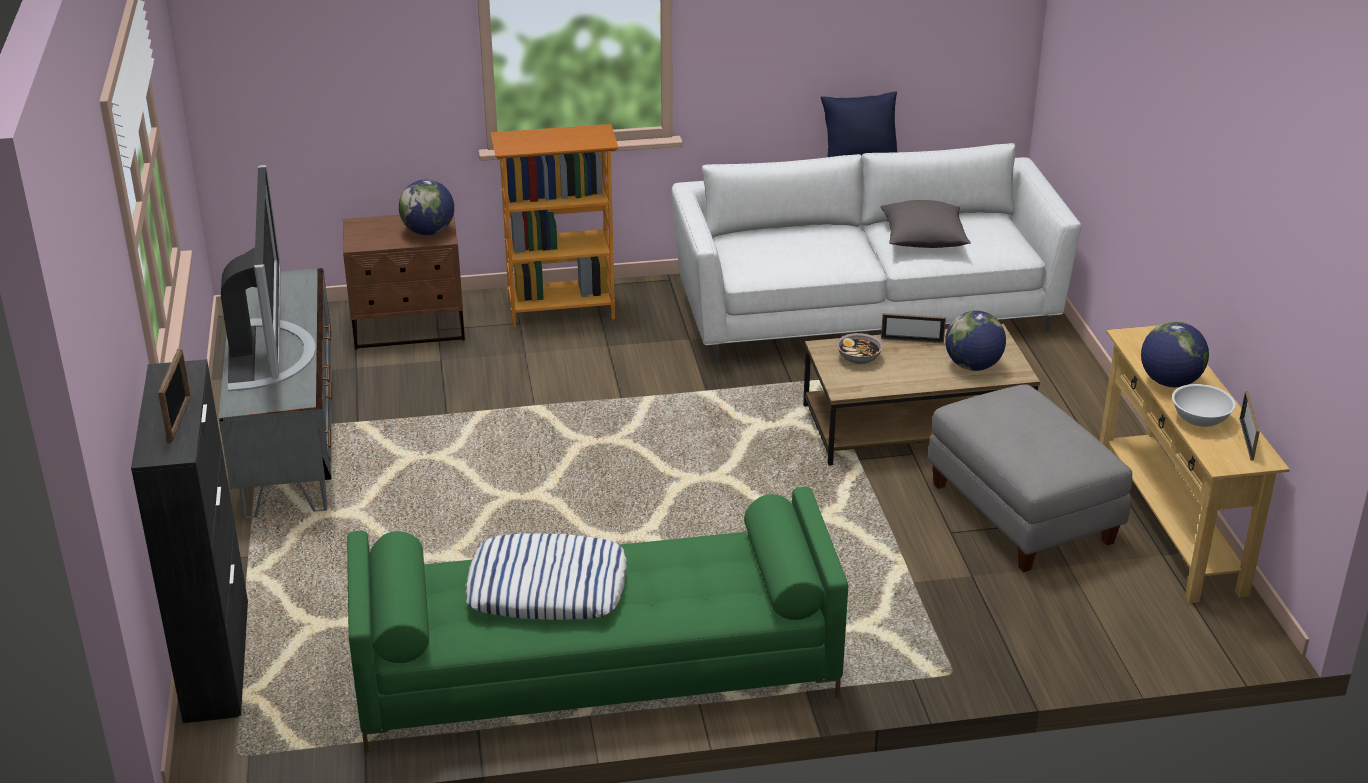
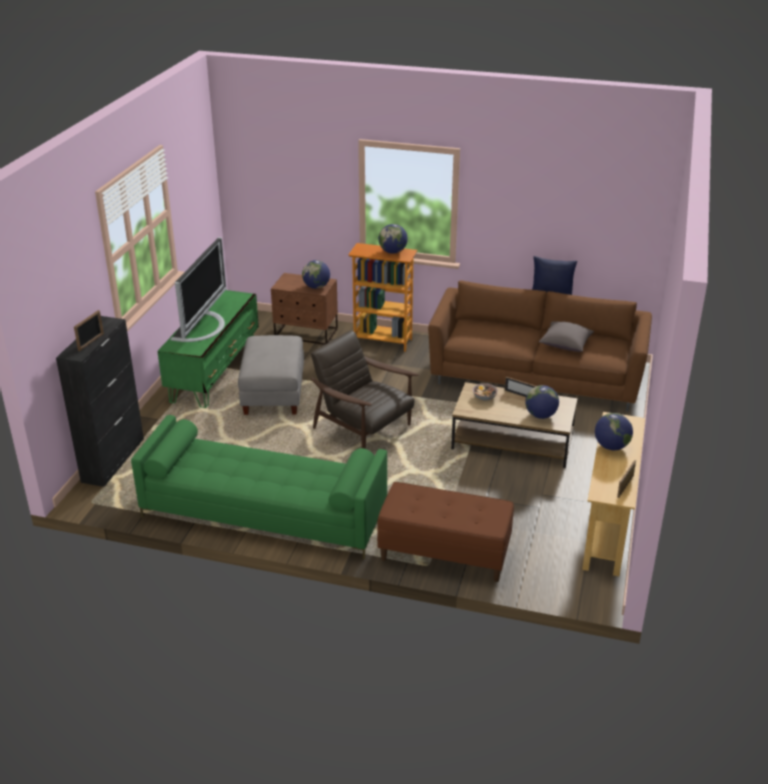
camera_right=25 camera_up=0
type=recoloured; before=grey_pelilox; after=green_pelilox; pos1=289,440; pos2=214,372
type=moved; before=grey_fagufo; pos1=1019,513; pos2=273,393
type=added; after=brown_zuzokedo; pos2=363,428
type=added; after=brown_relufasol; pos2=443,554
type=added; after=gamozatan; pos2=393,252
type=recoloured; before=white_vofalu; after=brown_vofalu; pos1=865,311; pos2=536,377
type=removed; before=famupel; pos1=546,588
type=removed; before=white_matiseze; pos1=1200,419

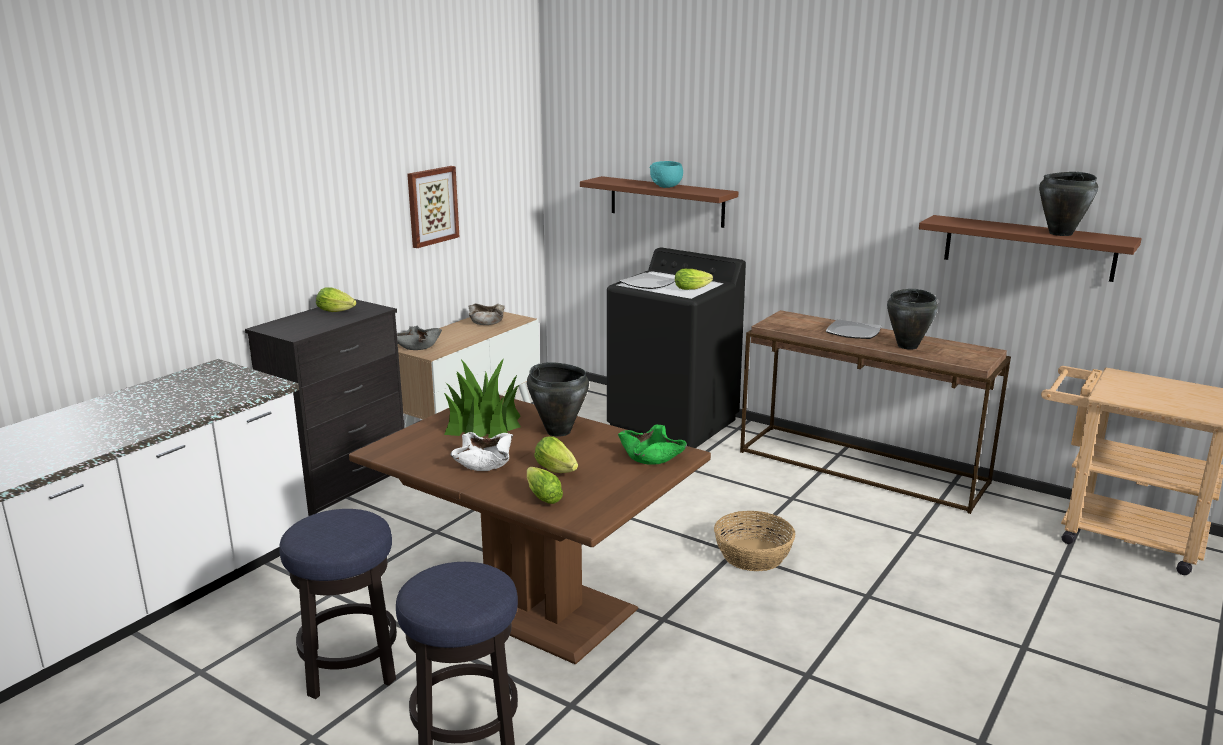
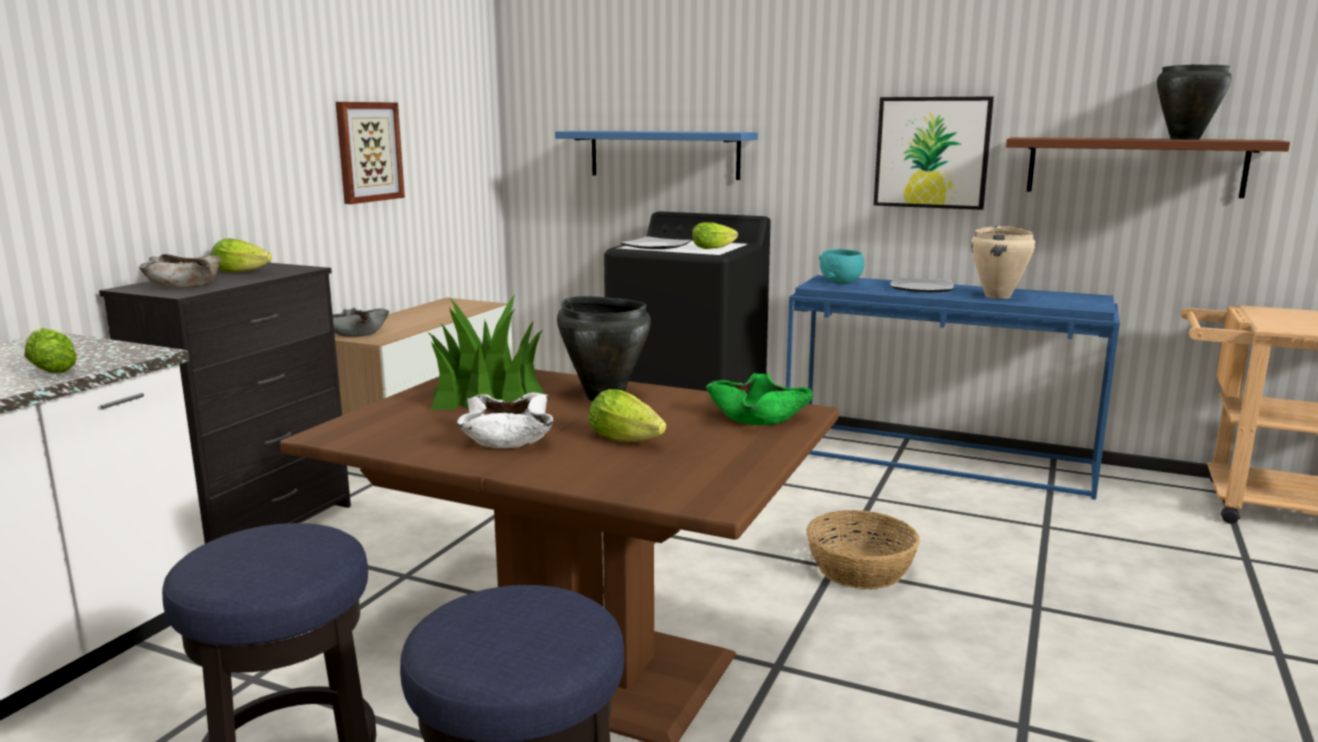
camera_right=-10 camera_up=-5
type=moved; before=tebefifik; pos1=541,495; pos2=53,369
type=moved; before=beige_matiseze; pos1=487,321; pos2=185,284
type=recoloured; before=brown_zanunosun; after=blue_zanunosun; pos1=666,201; pos2=664,154
type=recoloured; before=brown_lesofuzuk; after=blue_lesofuzuk; pos1=863,467; pos2=938,458
type=moved; before=turquoise_matiseze; pos1=667,186; pos2=841,282
type=added; after=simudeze; pos2=932,152
type=recoloured; before=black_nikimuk; after=beige_nikimuk; pos1=908,346; pos2=998,296

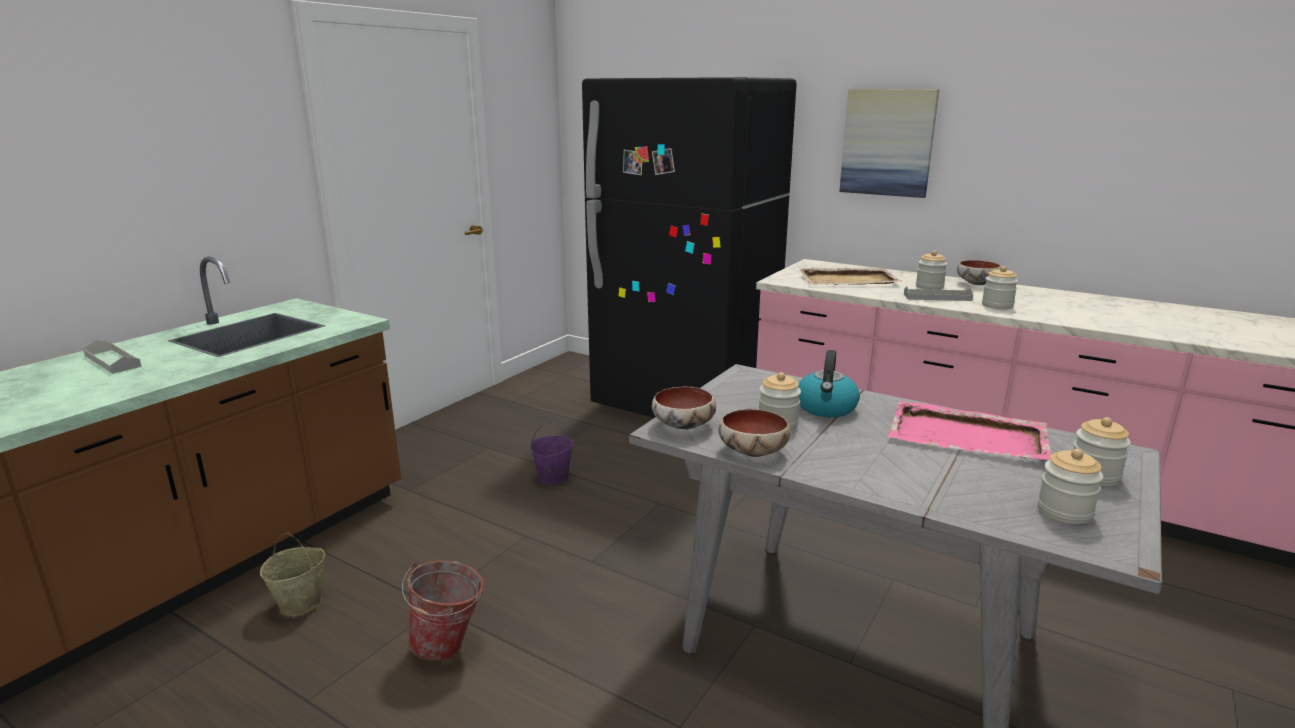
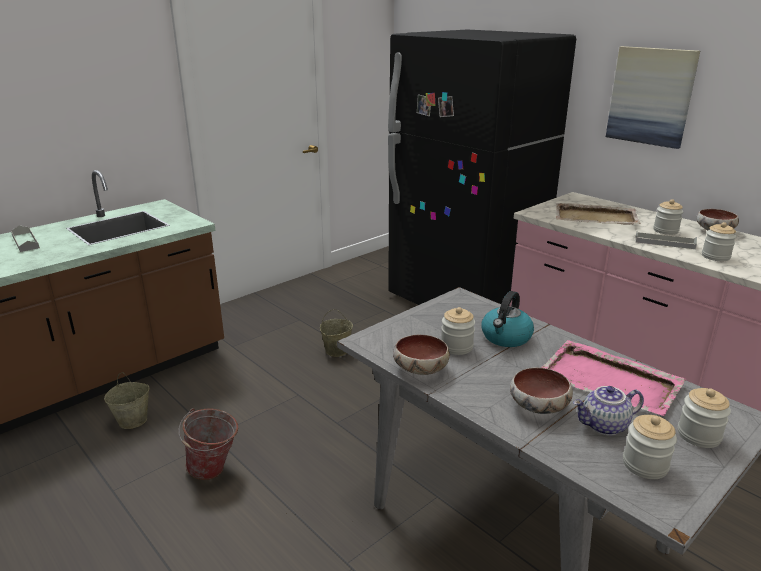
camera_right=15 camera_up=5
type=recoloured; before=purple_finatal; after=beige_finatal; pos1=552,477; pos2=336,351
type=moved; before=matiseze; pos1=683,426; pos2=538,407
type=added; after=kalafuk; pos2=604,426

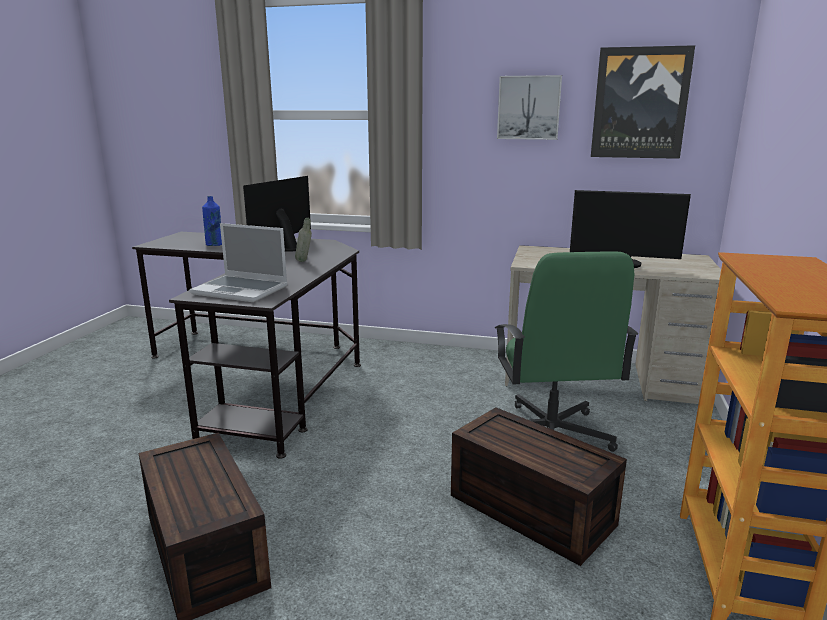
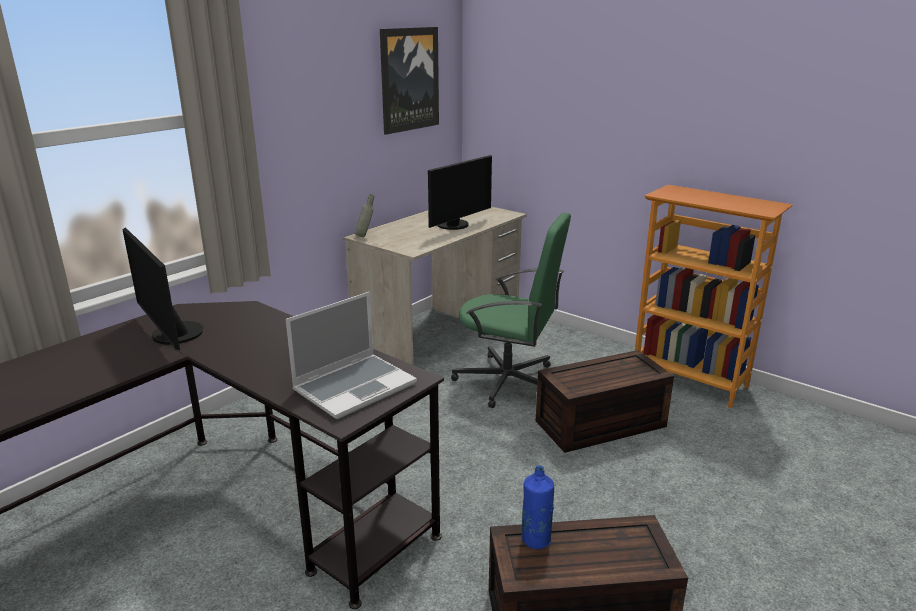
camera_right=-65 camera_up=5
type=moved; before=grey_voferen; pos1=304,262; pos2=365,236
type=moved; before=blue_voferen; pos1=214,245; pos2=536,540
type=removed; before=simudeze; pos1=529,107

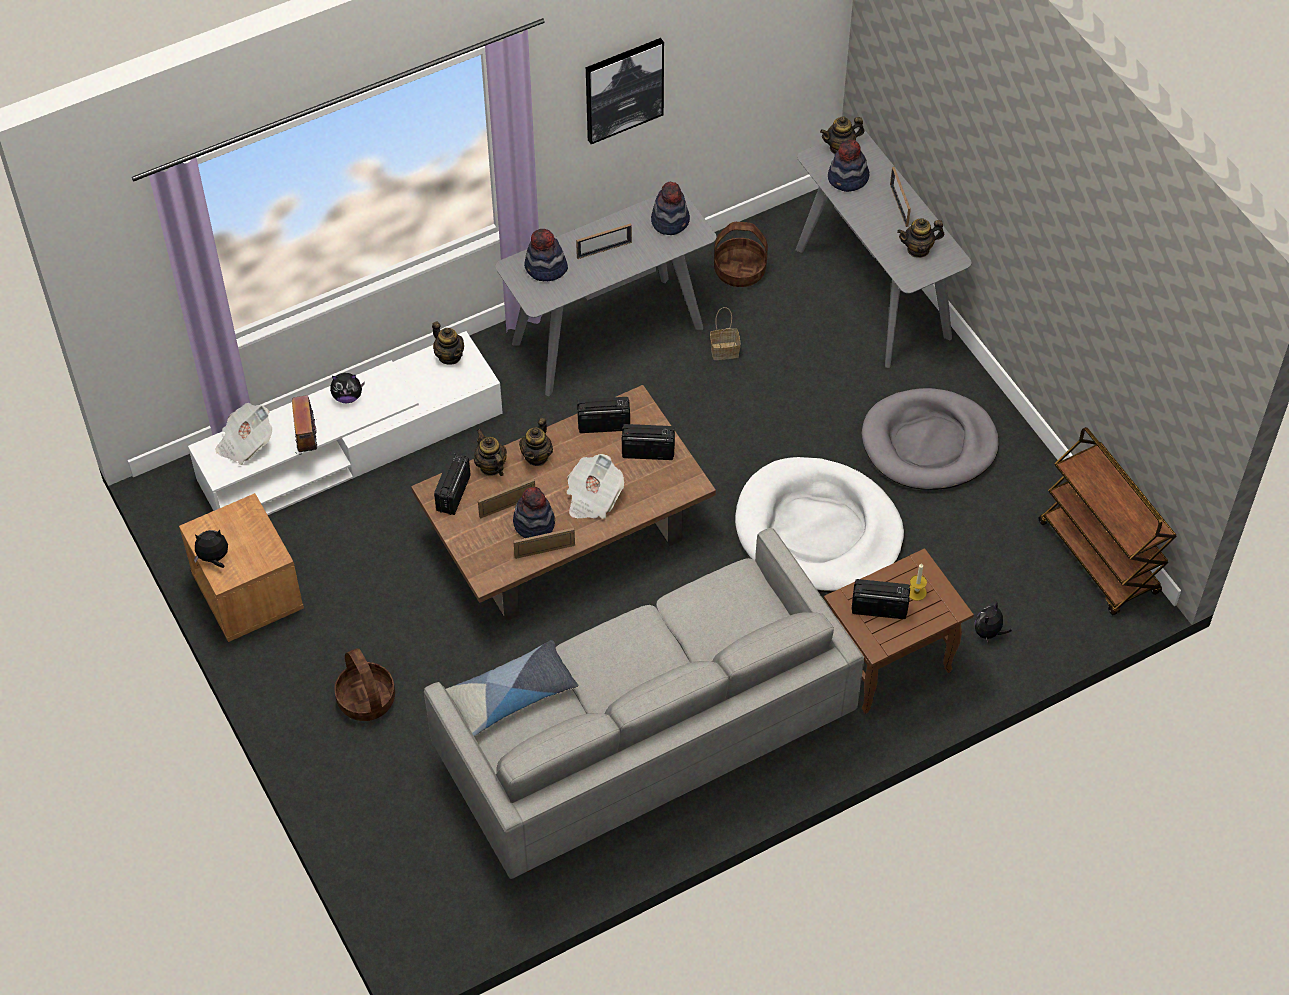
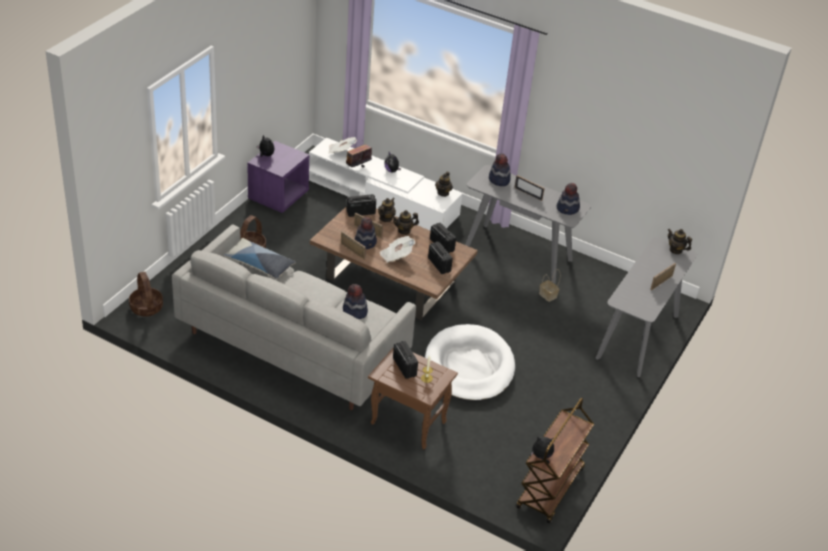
camera_right=55 camera_up=-15
type=moved; before=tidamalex; pos1=740,270; pos2=146,307
type=recoloured; before=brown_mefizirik; after=purple_mefizirik; pos1=247,594; pos2=278,196
type=moved; before=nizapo; pos1=848,179; pos2=354,311
type=moved; before=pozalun; pos1=989,633; pos2=541,457
type=removed; before=simudeze; pos1=623,89
type=removed; before=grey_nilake; pos1=929,443
type=removed; before=kalafuk; pos1=918,249

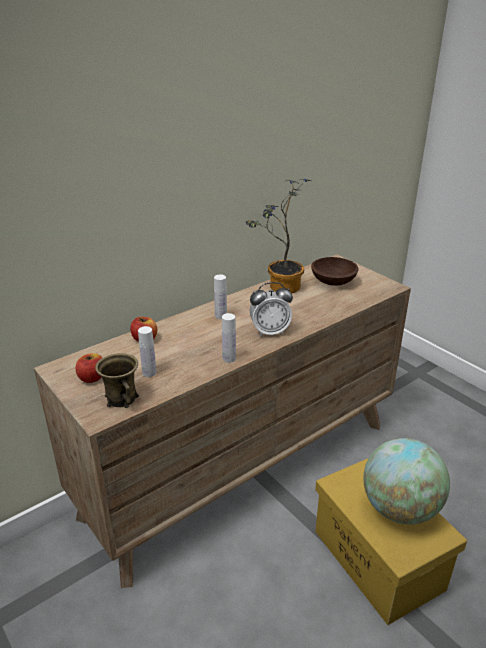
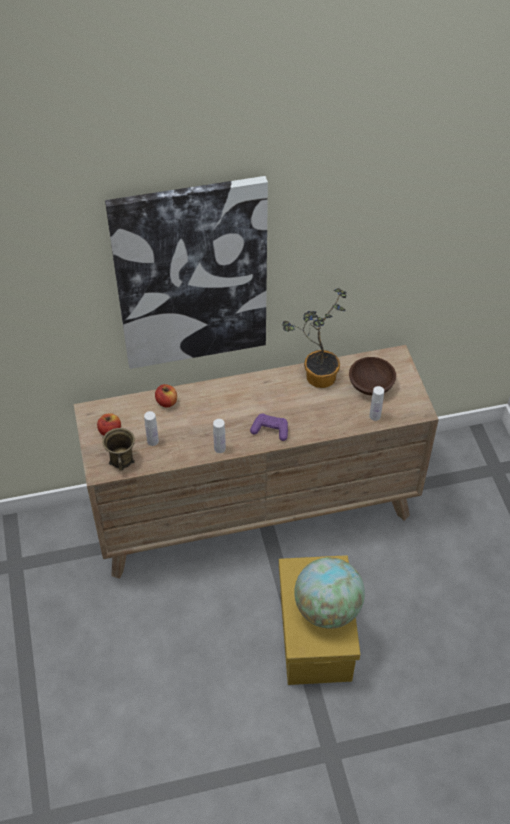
camera_right=25 camera_up=20
type=added; after=simudeze; pos2=191,275
type=replaced; before=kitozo; after=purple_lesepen; pos1=270,332; pos2=270,430
type=moved; before=white_voferen; pos1=220,316; pos2=375,416

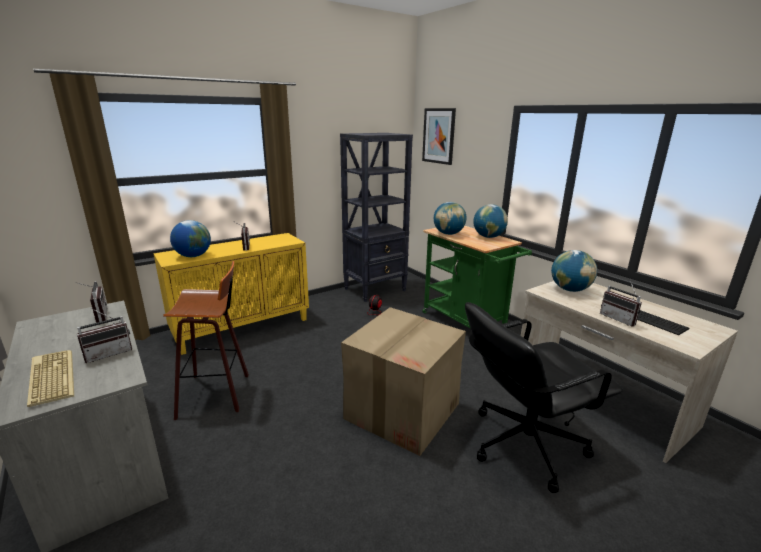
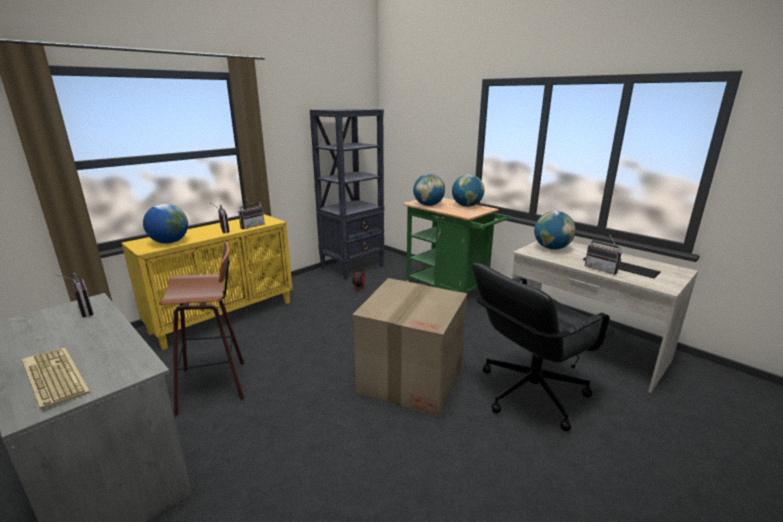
camera_right=-10 camera_up=0
type=moved; before=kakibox; pos1=109,353; pos2=251,226
type=removed; before=simudeze; pos1=439,136

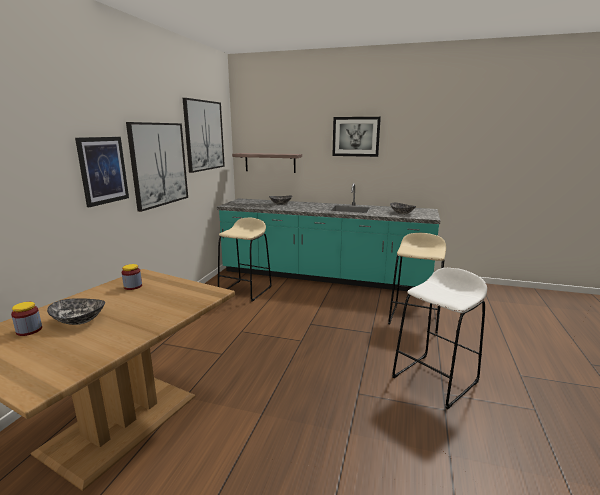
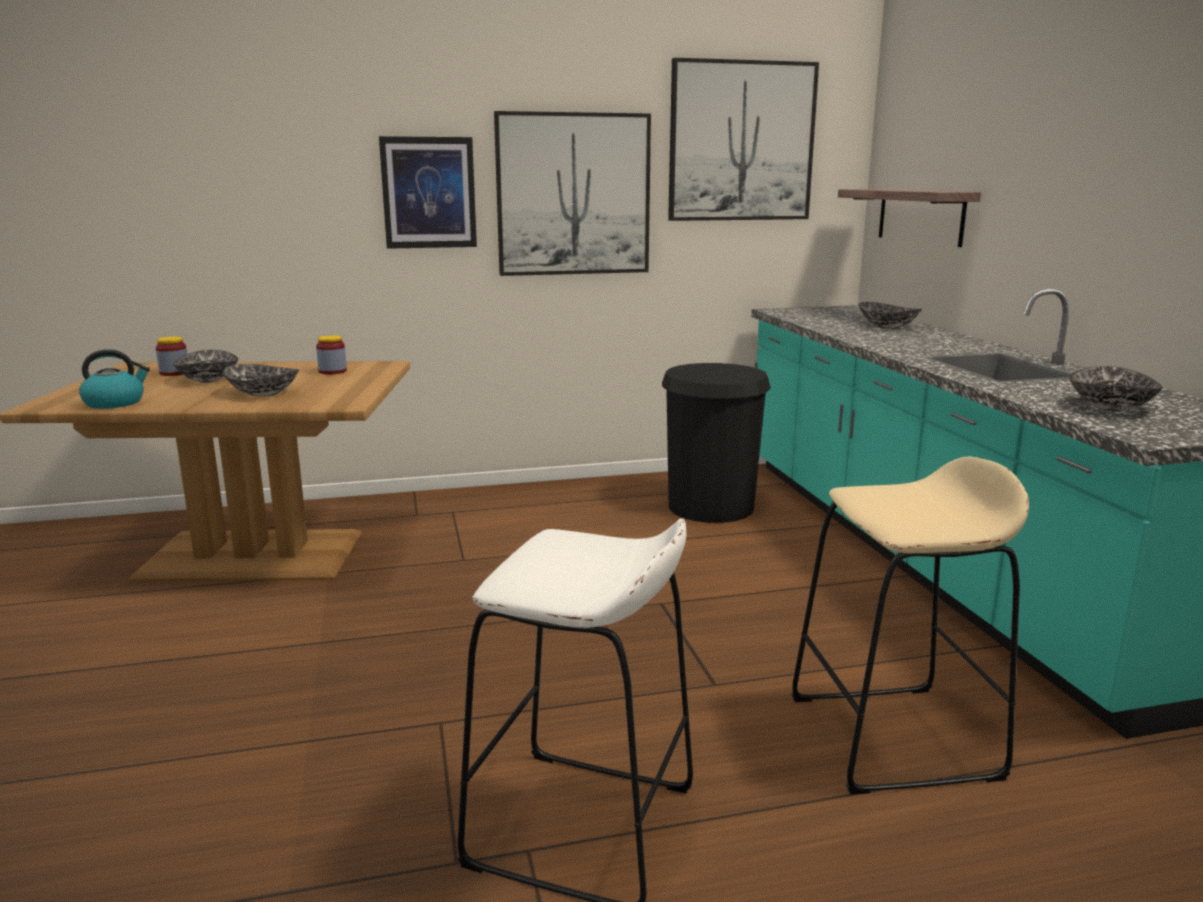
camera_right=60 camera_up=0
type=added; after=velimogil; pos2=115,403
type=added; after=matiseze; pos2=264,393
type=replaced; before=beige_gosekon; after=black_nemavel; pos1=245,290; pos2=711,506
type=removed; before=simudeze; pos1=356,136

